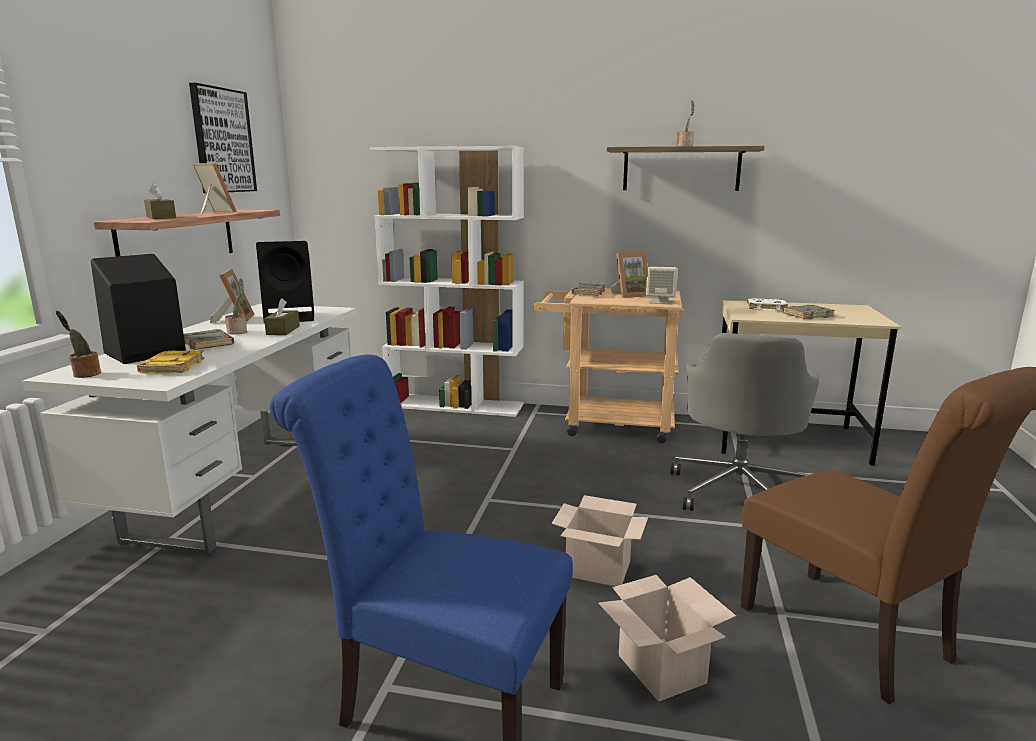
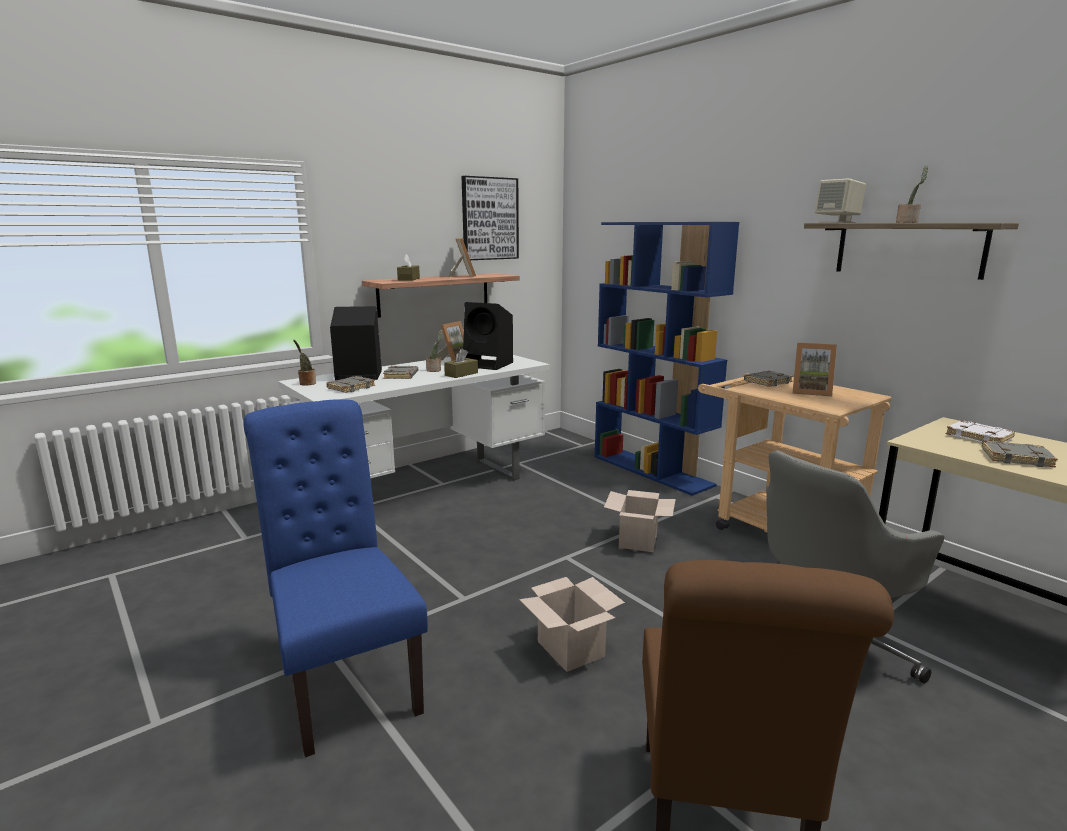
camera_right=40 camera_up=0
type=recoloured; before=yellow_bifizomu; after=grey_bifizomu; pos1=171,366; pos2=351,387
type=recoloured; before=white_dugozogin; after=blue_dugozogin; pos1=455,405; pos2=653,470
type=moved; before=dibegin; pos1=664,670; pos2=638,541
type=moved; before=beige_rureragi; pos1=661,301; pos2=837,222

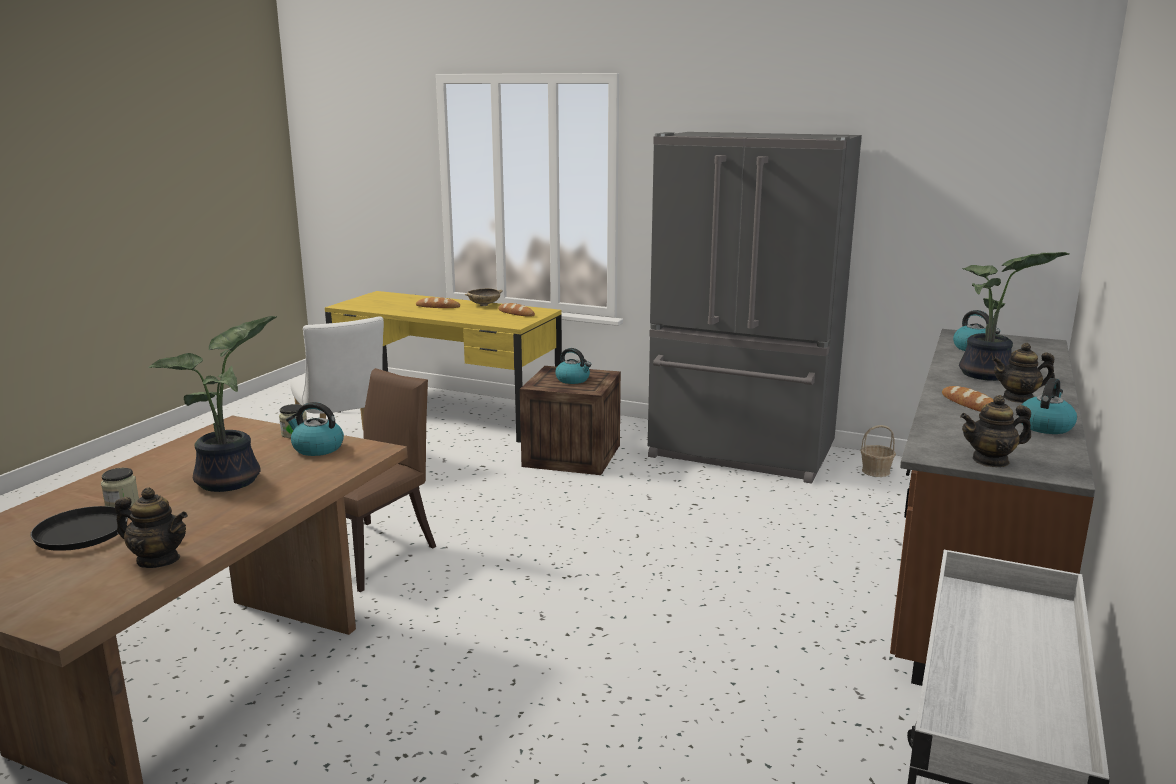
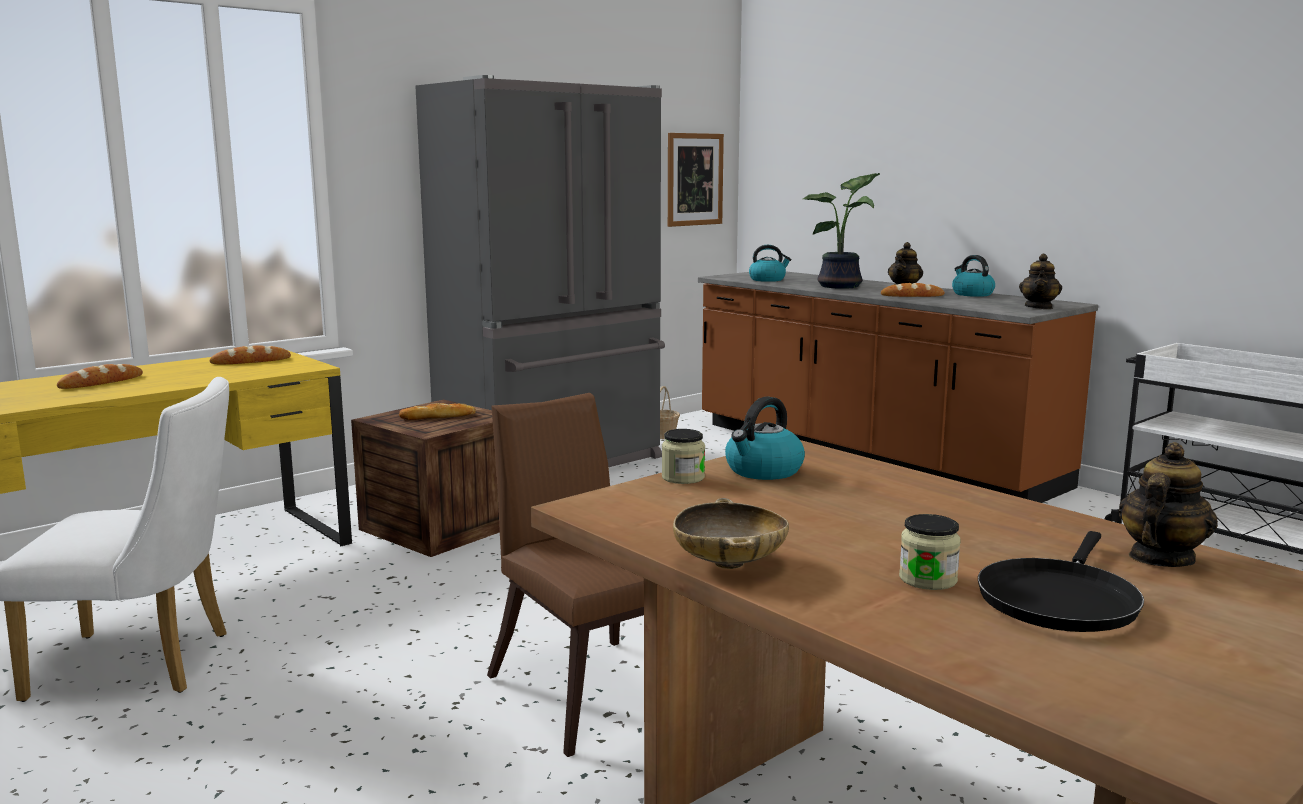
camera_right=-65 camera_up=-5
type=replaced; before=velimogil; after=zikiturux; pos1=573,380; pos2=438,417
type=added; after=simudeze; pos2=694,179
type=moved; before=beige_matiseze; pos1=484,305; pos2=730,563
type=removed; before=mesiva; pos1=232,481

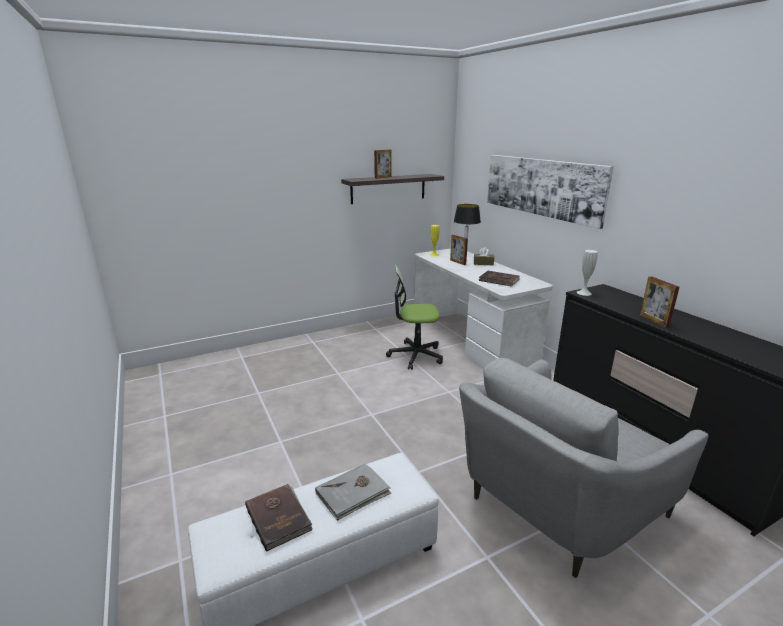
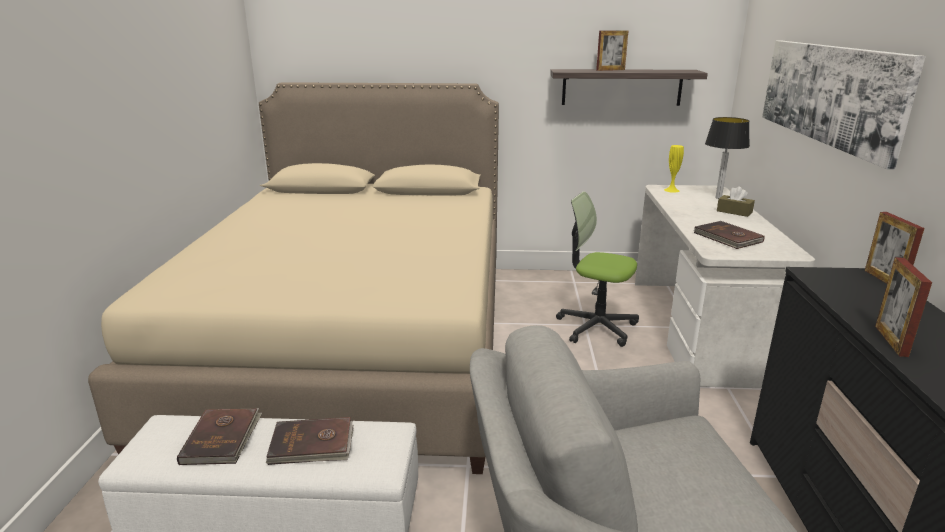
camera_right=30 camera_up=0
type=added; after=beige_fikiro; pos2=356,341
type=recoloured; before=grey_bifizomu; after=brown_bifizomu; pos1=353,493; pos2=312,445
type=moved; before=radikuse; pos1=458,262; pos2=884,280
type=removed; before=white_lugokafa; pos1=584,293

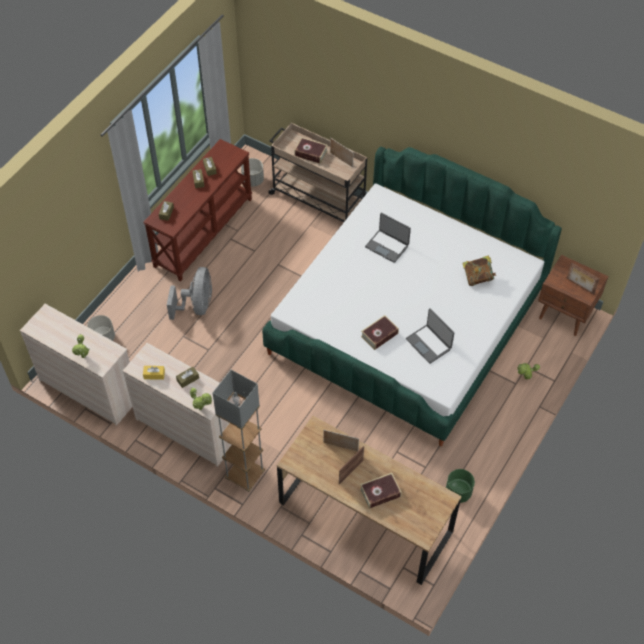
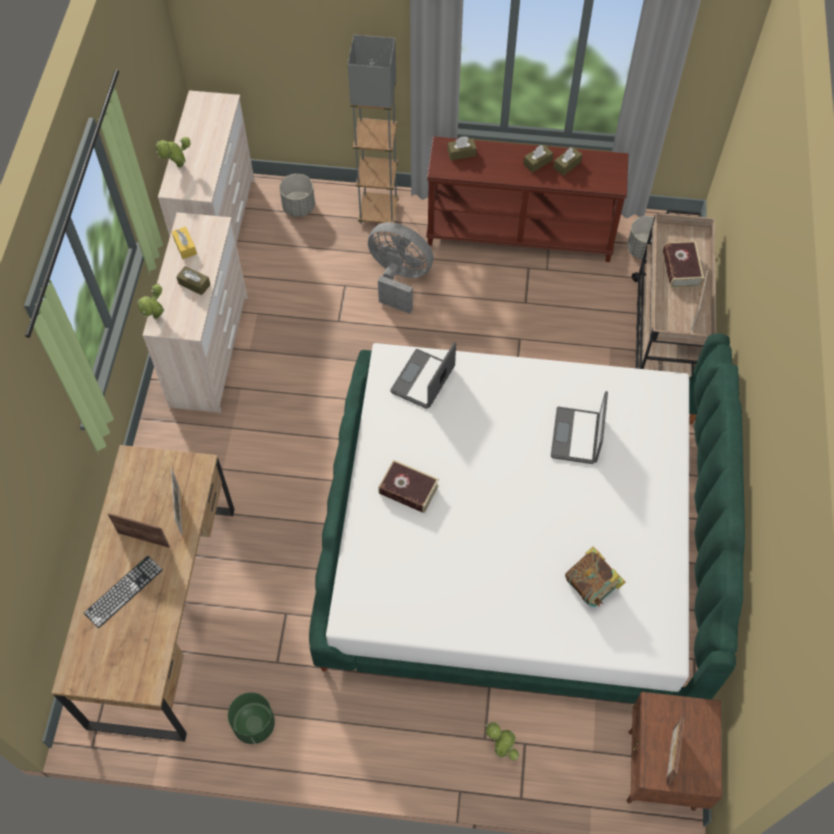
camera_right=65 camera_up=5
type=replaced; before=bifizomu; after=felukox; pos1=380,493; pos2=123,591
type=moved; before=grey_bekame; pos1=245,475; pos2=378,212
type=turned; before=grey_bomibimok; pos1=197,306; pos2=399,279; turn=-135
type=moved; before=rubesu; pos1=429,344; pos2=424,380

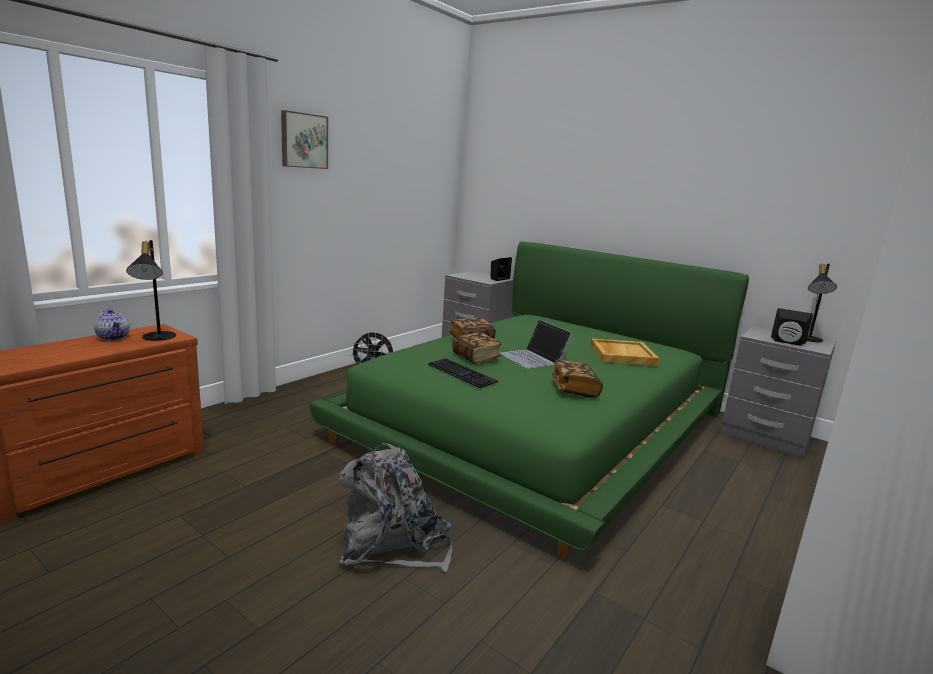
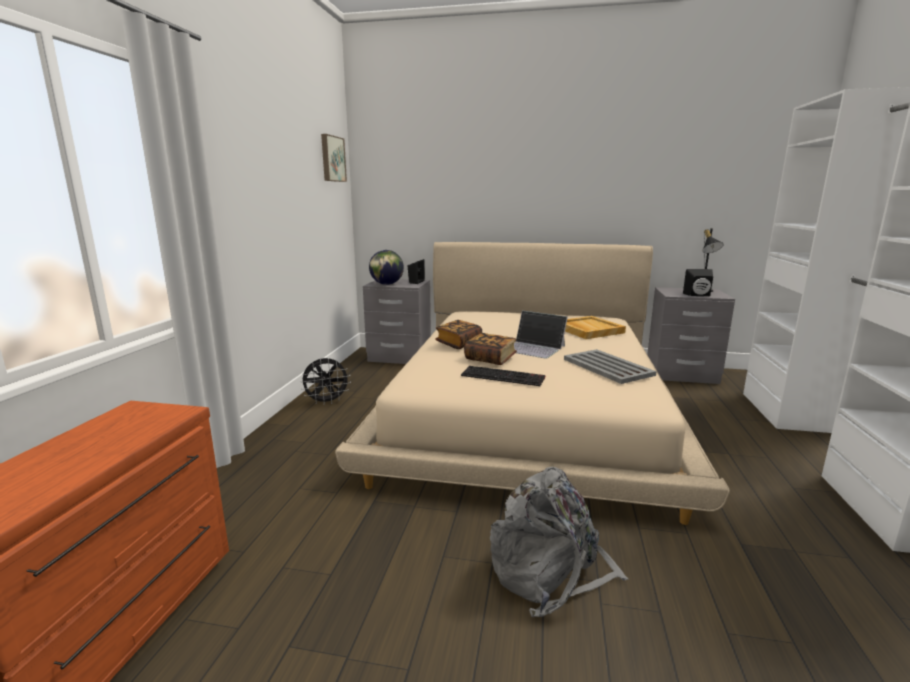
camera_right=-25 camera_up=0
type=moved; before=simudeze; pos1=303,141; pos2=332,159
type=recoloured; before=green_fikiro; after=beige_fikiro; pos1=538,423; pos2=528,409
type=added; after=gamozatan; pos2=386,284
type=replaced; before=bifizomu; after=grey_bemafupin; pos1=574,389; pos2=608,367
type=removed; before=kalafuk; pos1=114,337
type=removed; before=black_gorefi; pos1=156,338

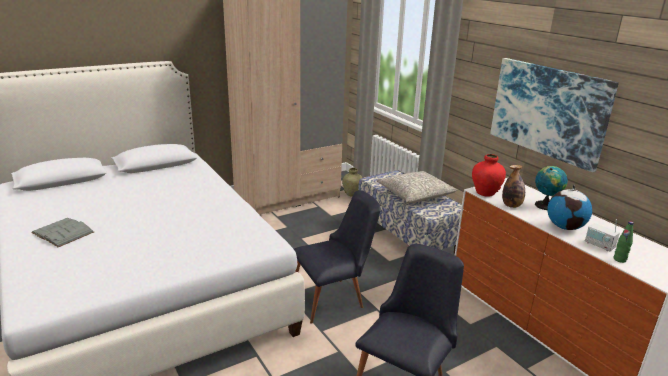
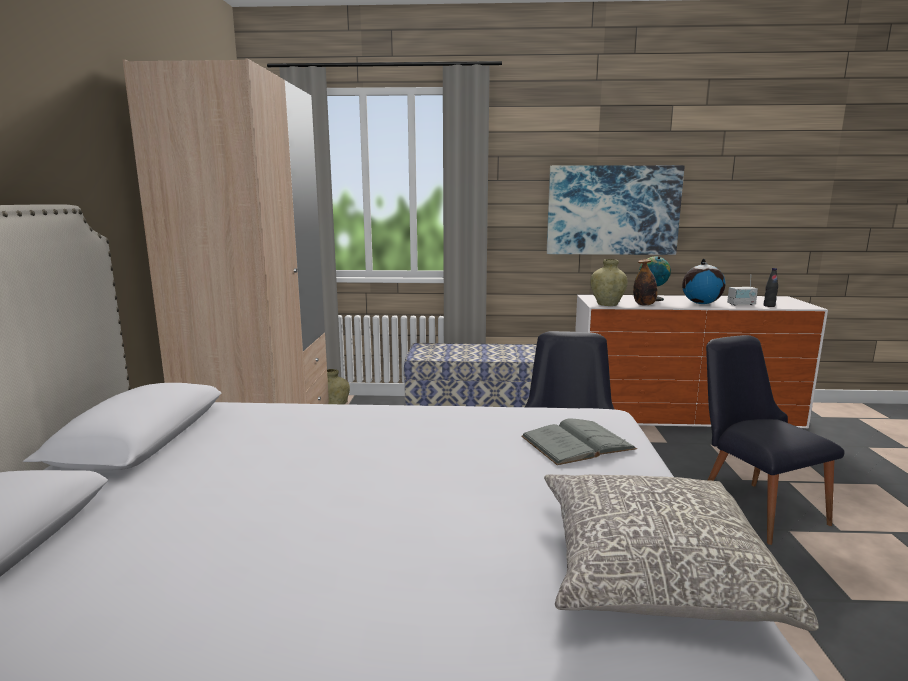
camera_right=-55 camera_up=-10
type=moved; before=grey_bifizomu; pos1=63,232; pos2=577,442
type=moved; before=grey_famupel; pos1=415,194; pos2=650,568
type=recoloured; before=red_lugokafa; after=beige_lugokafa; pos1=485,193; pos2=607,304
type=recoloured; before=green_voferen; after=black_voferen; pos1=619,259; pos2=769,306

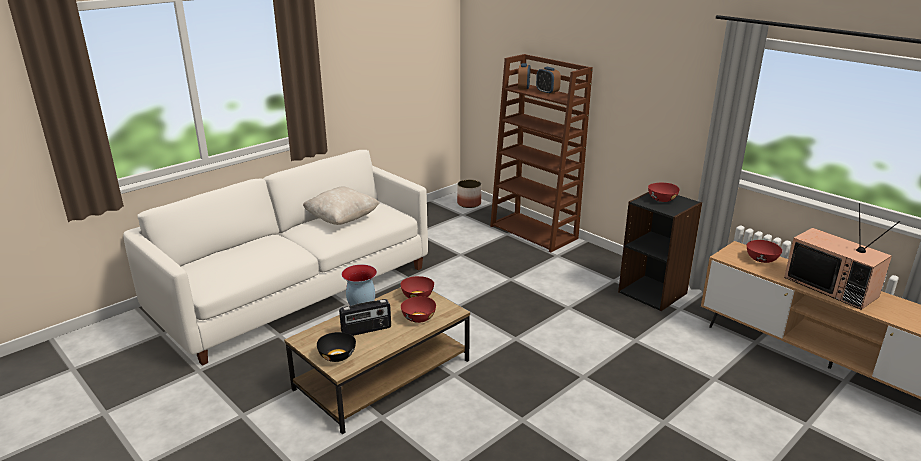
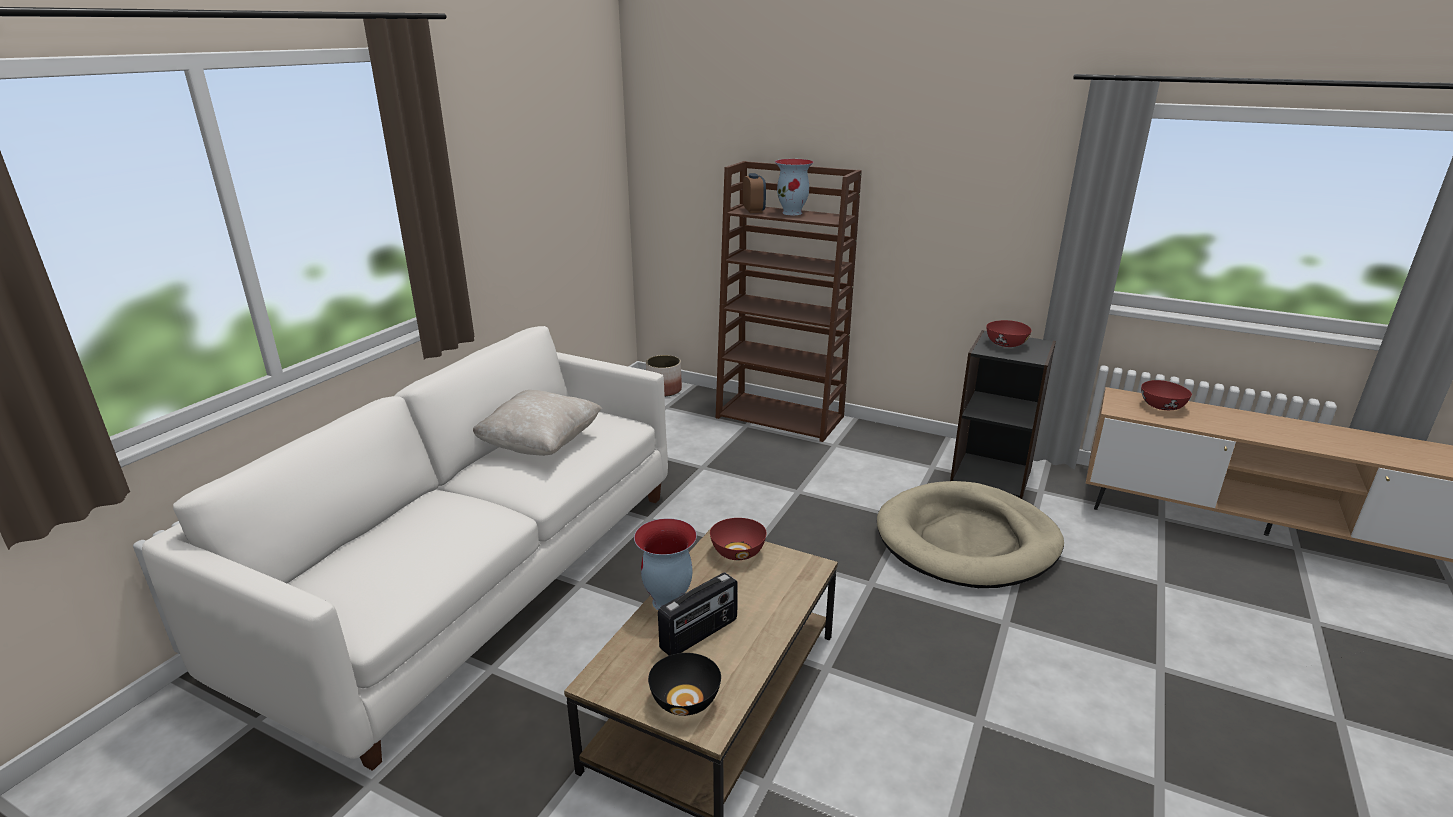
camera_right=-20 camera_up=0
type=replaced; before=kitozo; after=lugokafa; pos1=547,92; pos2=793,213
type=added; after=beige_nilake; pos2=967,540
type=removed; before=red_matiseze; pos1=418,318
type=removed; before=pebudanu; pos1=832,287

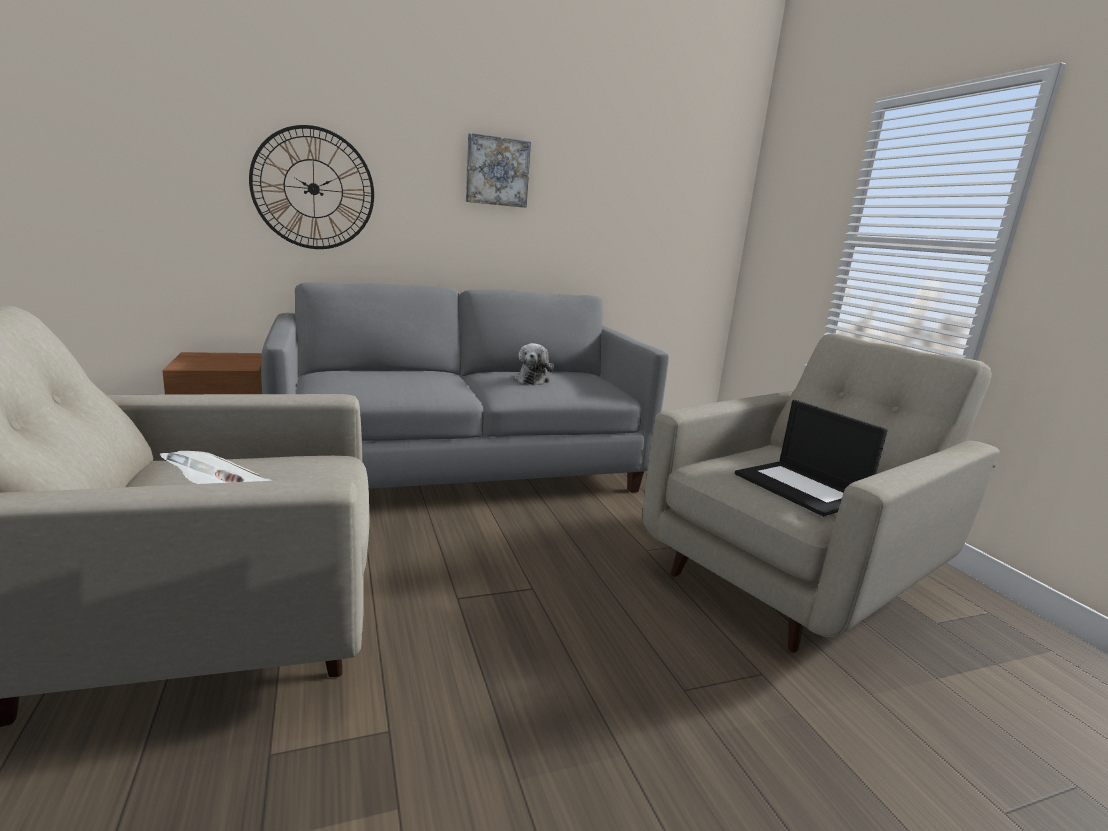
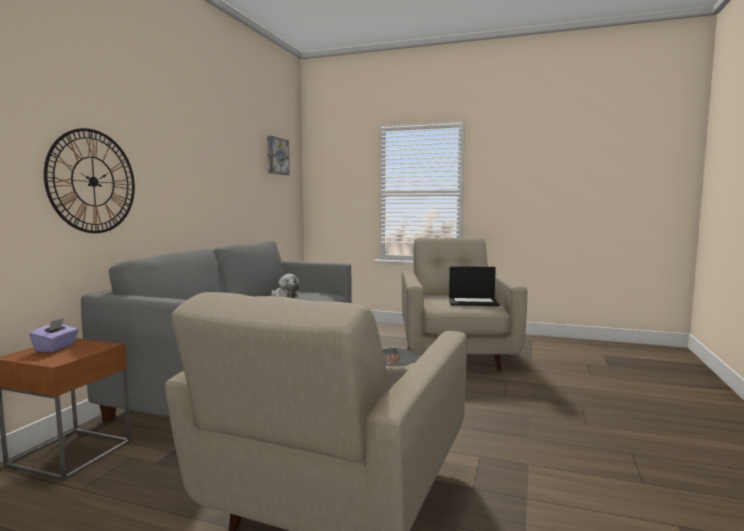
camera_right=-50 camera_up=-10
type=added; after=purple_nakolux; pos2=56,348
type=moved; before=simudeze; pos1=497,171; pos2=276,156

